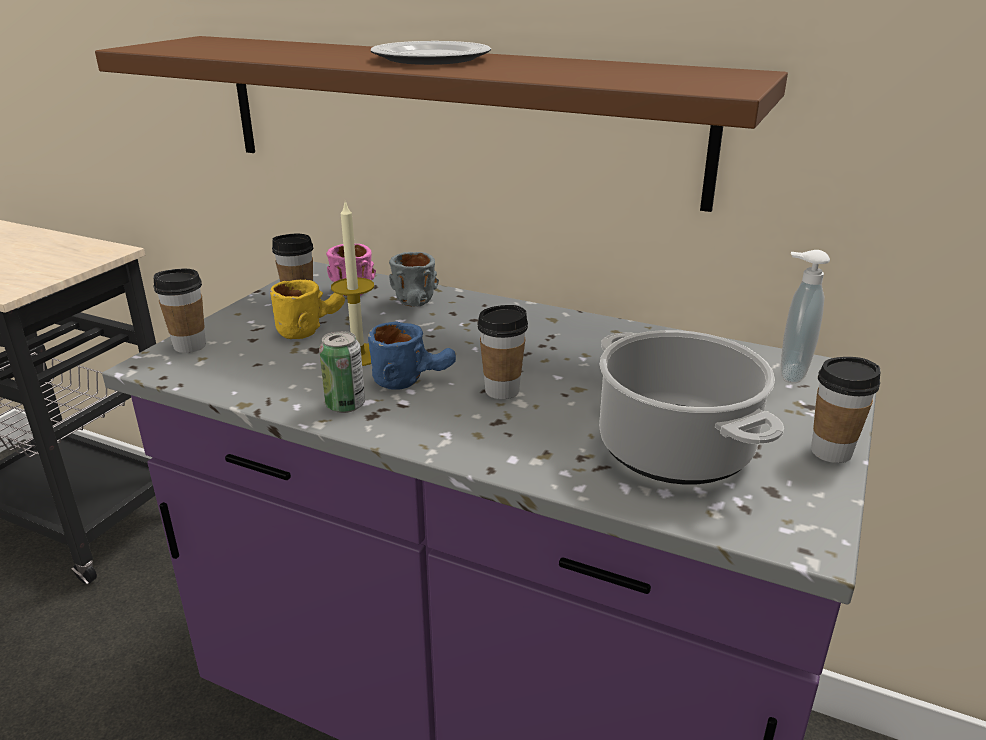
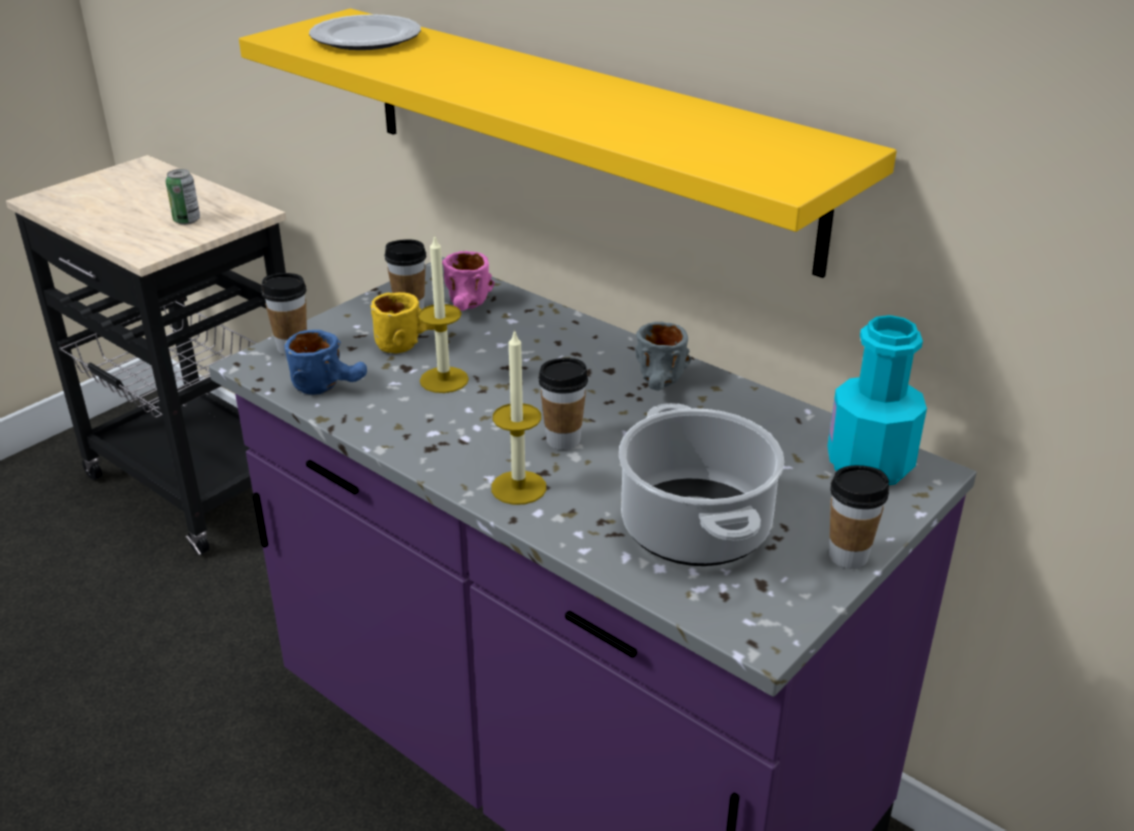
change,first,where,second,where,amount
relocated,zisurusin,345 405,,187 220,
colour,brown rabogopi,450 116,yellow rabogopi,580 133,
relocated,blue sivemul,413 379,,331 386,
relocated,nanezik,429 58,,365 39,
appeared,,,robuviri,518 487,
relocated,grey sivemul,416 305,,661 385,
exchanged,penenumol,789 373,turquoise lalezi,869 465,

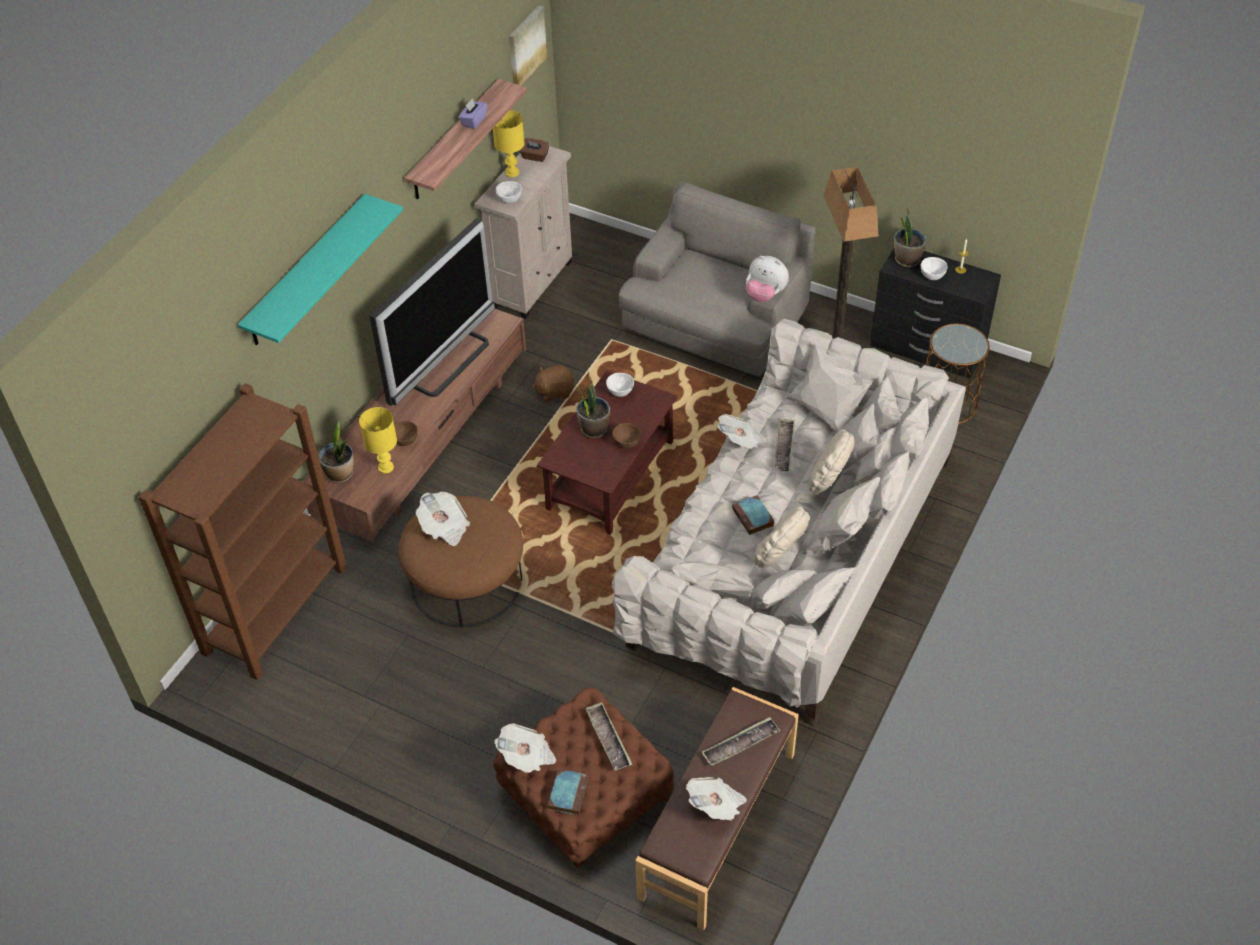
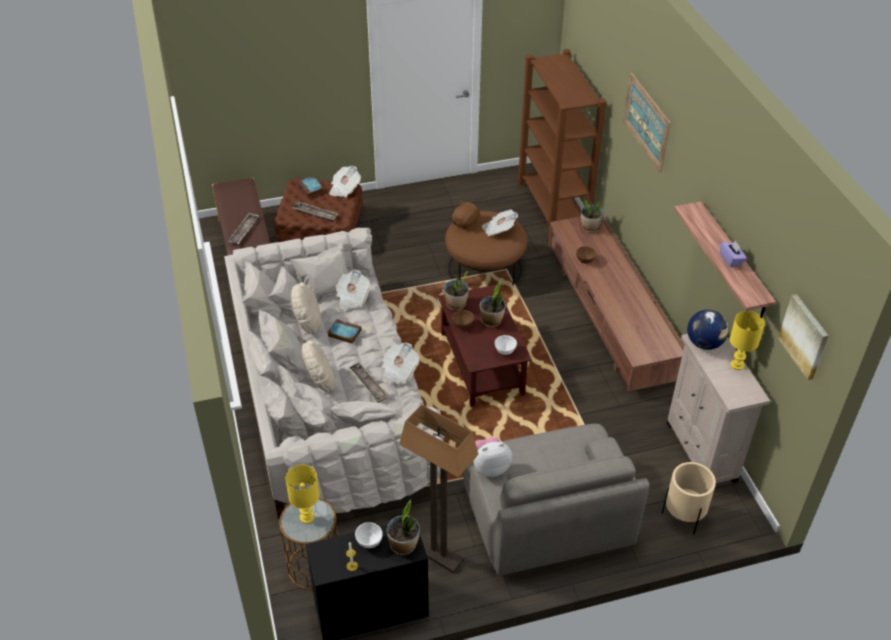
change,first,where,second,where,amount
relocated,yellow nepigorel,386 467,,307 518,
relocated,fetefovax,716 805,,352 298,
appeared,,,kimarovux,456 304,
relocated,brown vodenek,554 391,,466 223,
exchanged,turquoise rabogopi,306 271,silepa,646 121,
appeared,,,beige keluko,683 517,
exchanged,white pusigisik,509 200,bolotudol,704 343,
missing,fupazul,447 362,,,
missing,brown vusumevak,534 157,,,

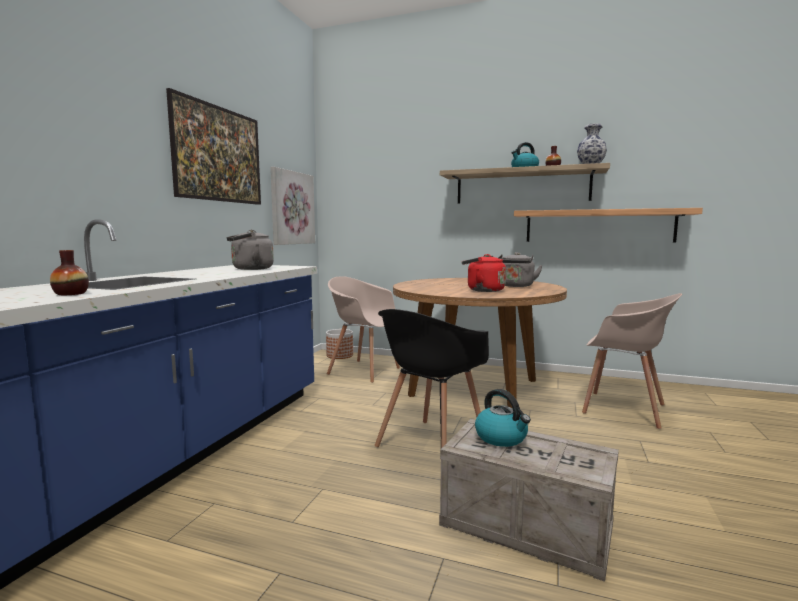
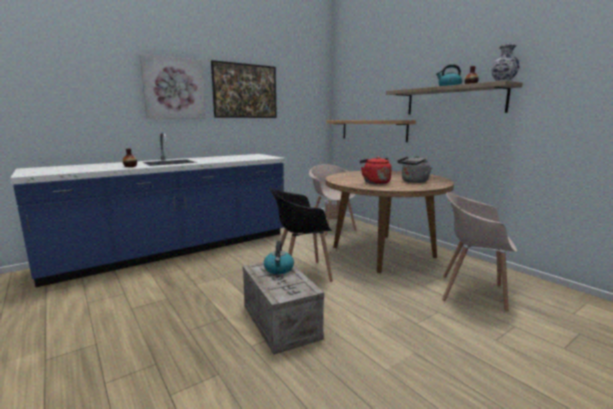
change,first,where,second,where,amount
relocated,silepa,292 208,,174 88,
relocated,rabogopi,598 226,,373 130,
spun,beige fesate,625 409,,471 292,135 degrees clockwise
missing,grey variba,250 269,,,

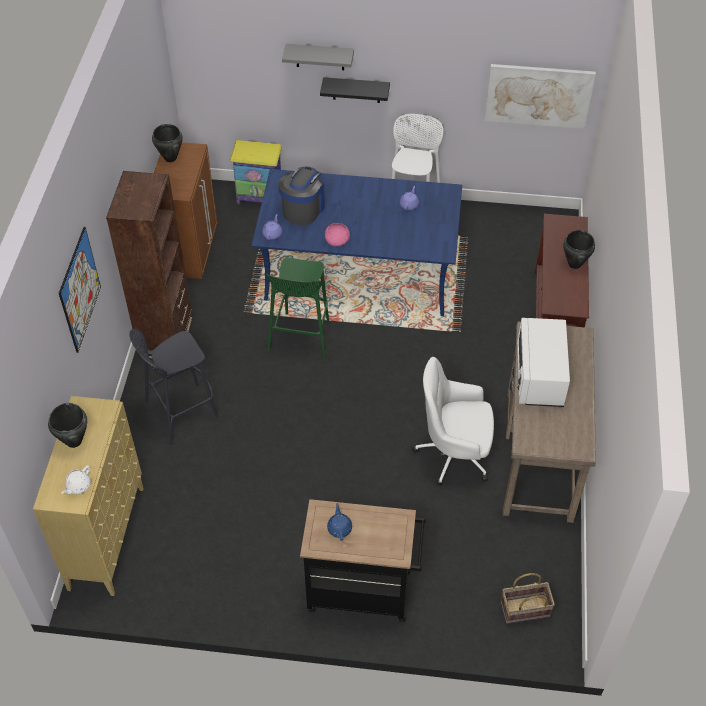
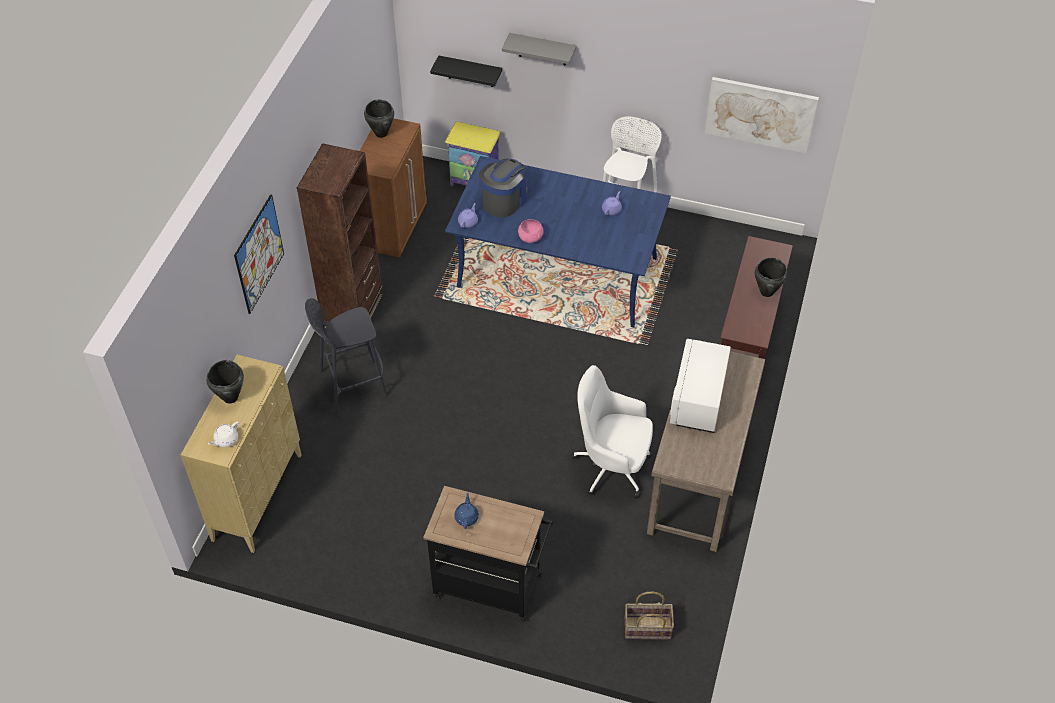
change,first,where,second,where,amount
relocated,black rabogopi,356 90,,470 71,
missing,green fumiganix,301 337,,,

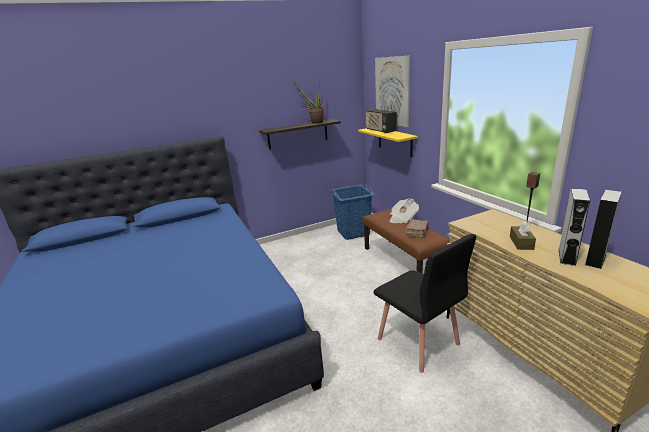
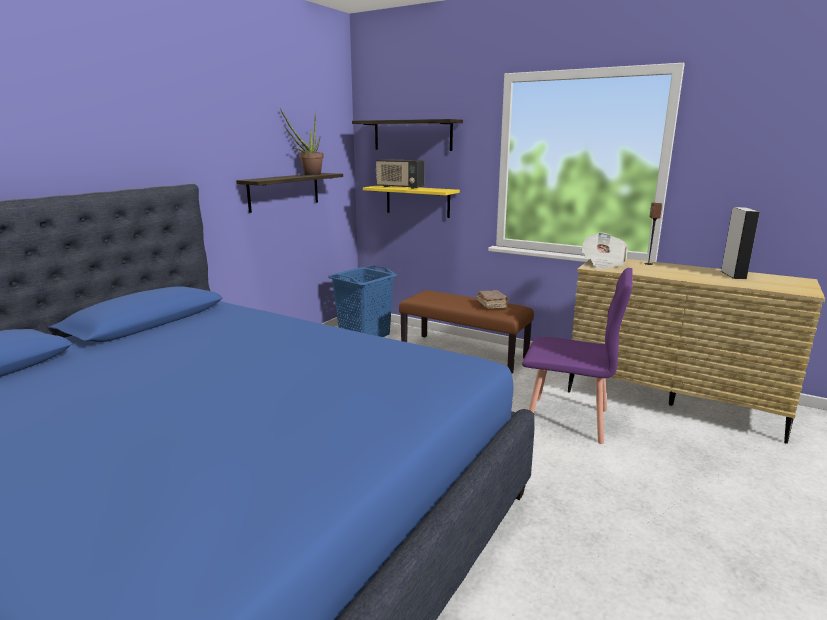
change,first,where,second,where,amount
exchanged,silepa,392 91,rabogopi,412 135,
colour,black fesate,418 342,purple fesate,568 420,
relocated,fetefovax,402 218,,602 263,
missing,brown vusumevak,521 243,,,
missing,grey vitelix,567 256,,,

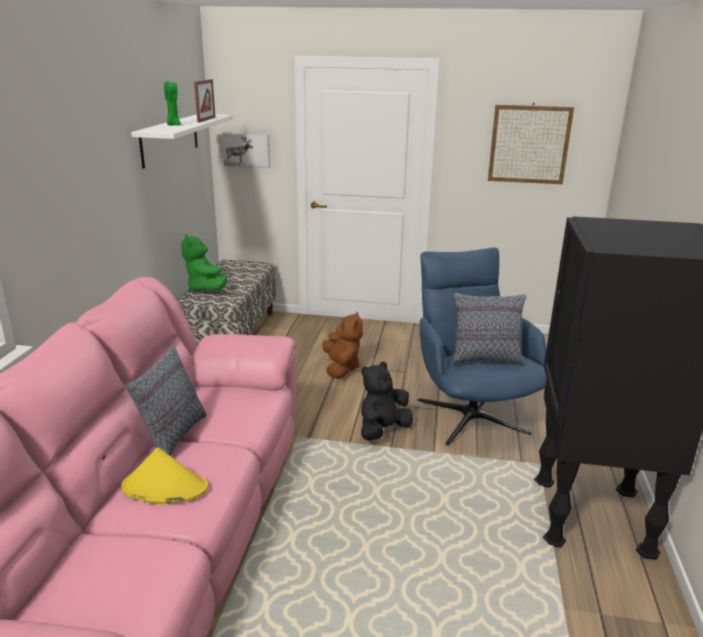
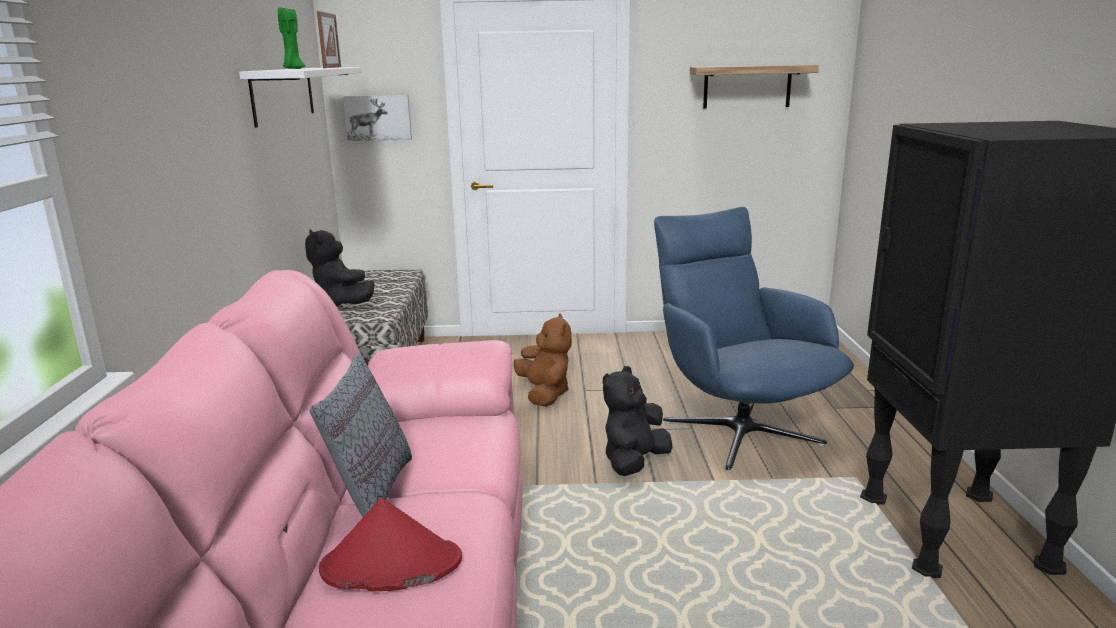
change,first,where,second,where,amount
colour,green vodenek,205 289,black vodenek,341 304,
colour,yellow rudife,164 487,red rudife,390 565,
exchanged,silepa,529 143,rabogopi,747 86,
missing,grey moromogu,485 360,,,

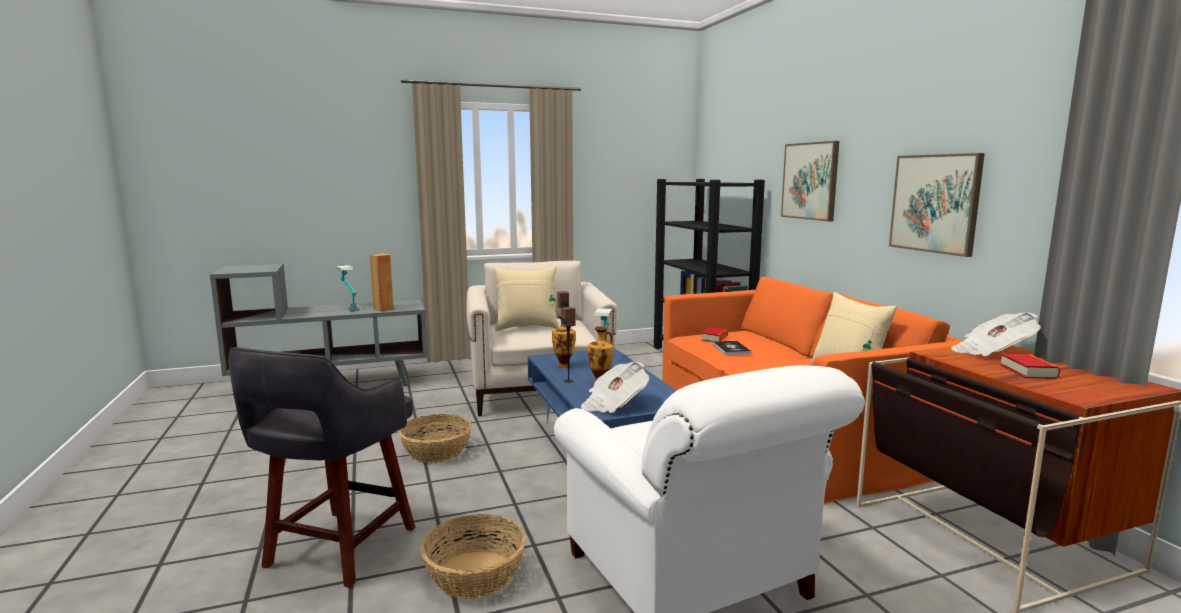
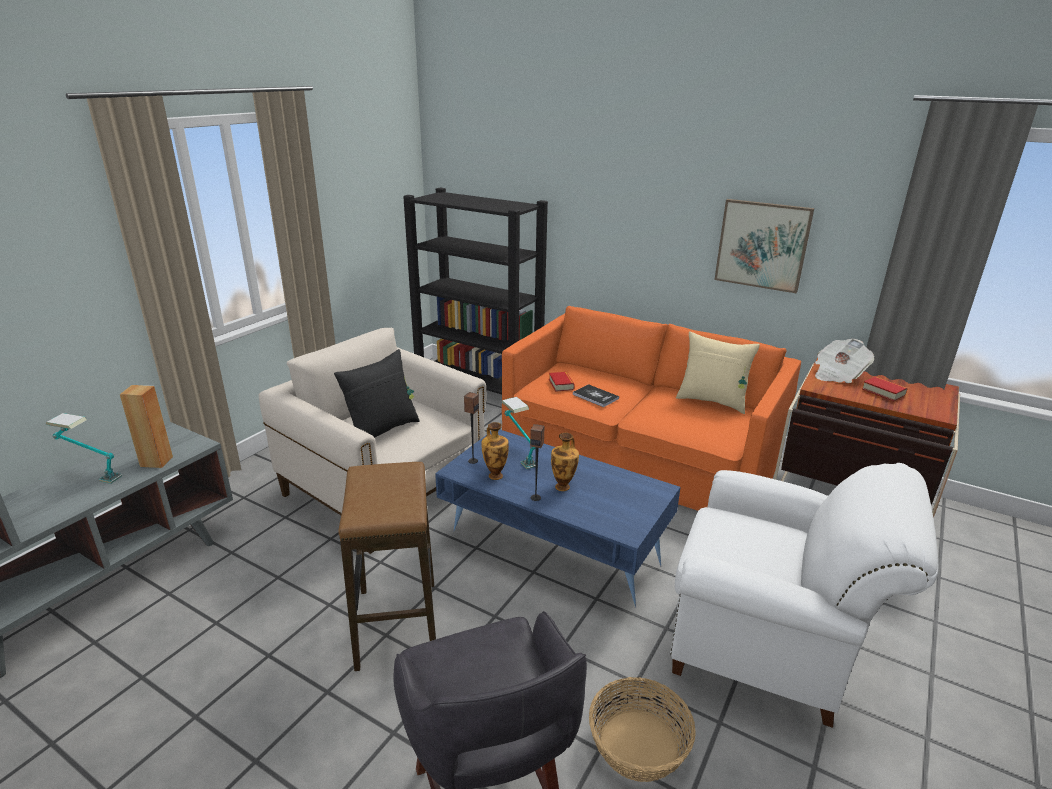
change,first,where,second,where,amount
colour,beige moromogu,526 328,black moromogu,382 431,
exchanged,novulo,437 451,fumiganix,397 625,
missing,fetefovax,614 404,,,
missing,silepa,810 181,,,

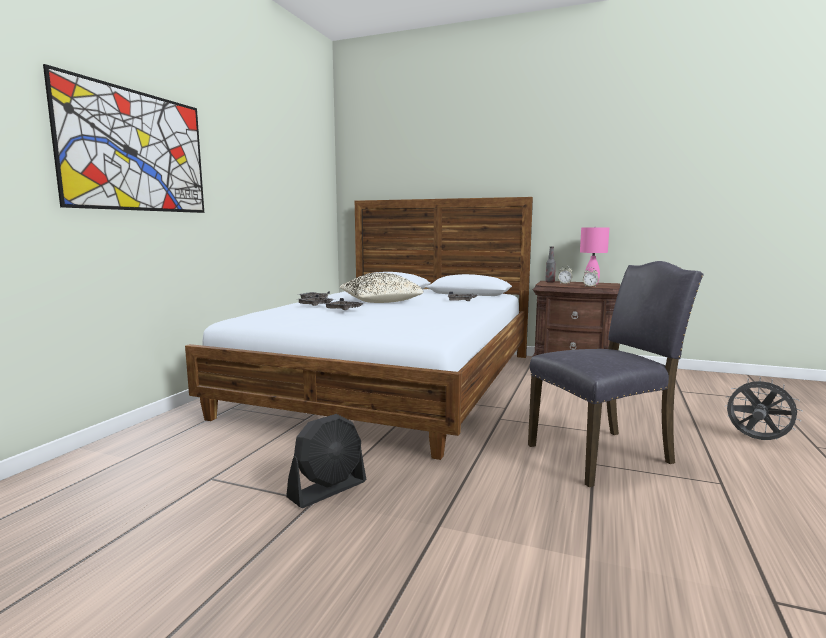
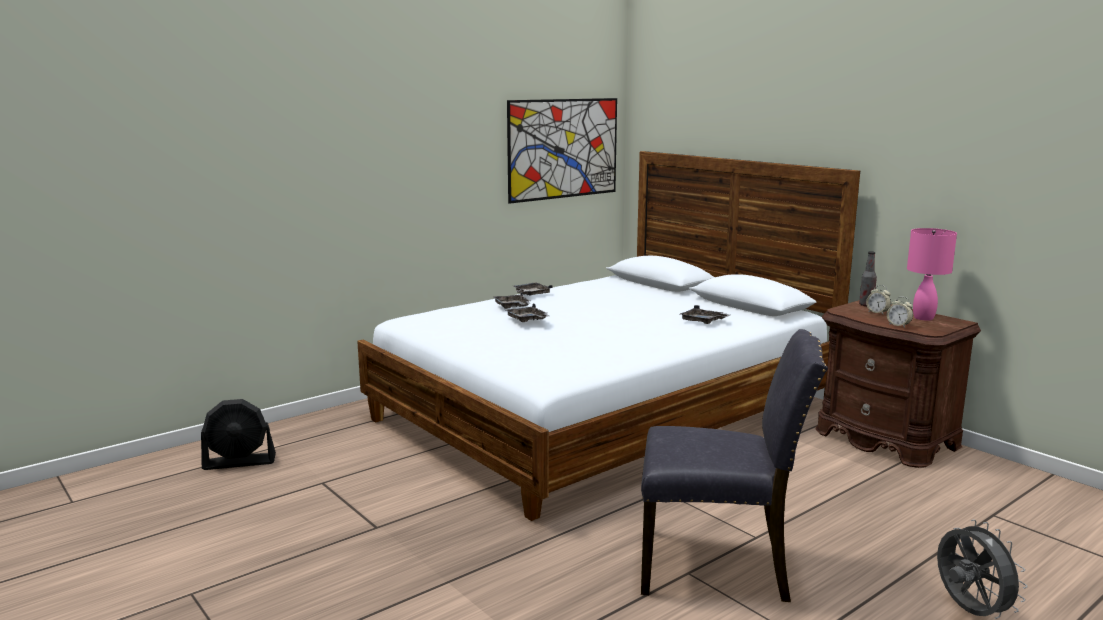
change,first,where,second,where,amount
relocated,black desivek,328 489,,239 462,
relocated,silepa,136 151,,564 148,
missing,beige moromogu,381 300,,,

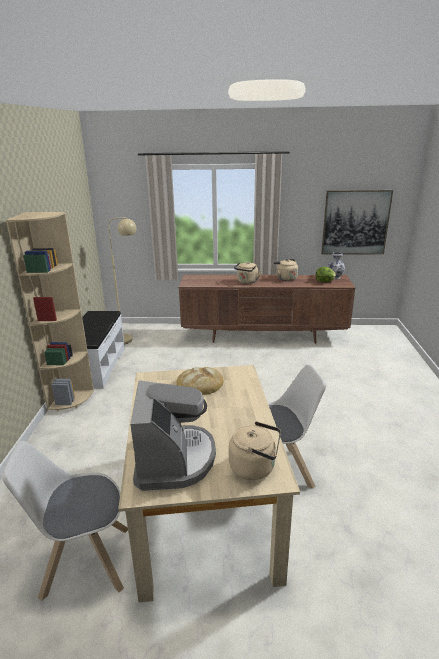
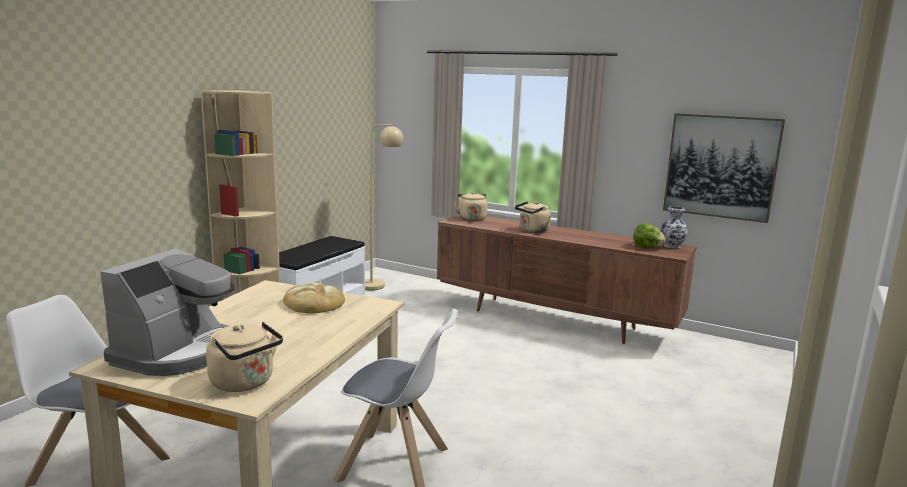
change,first,where,second,where,amount
relocated,beige variba,285 278,,471 218,

